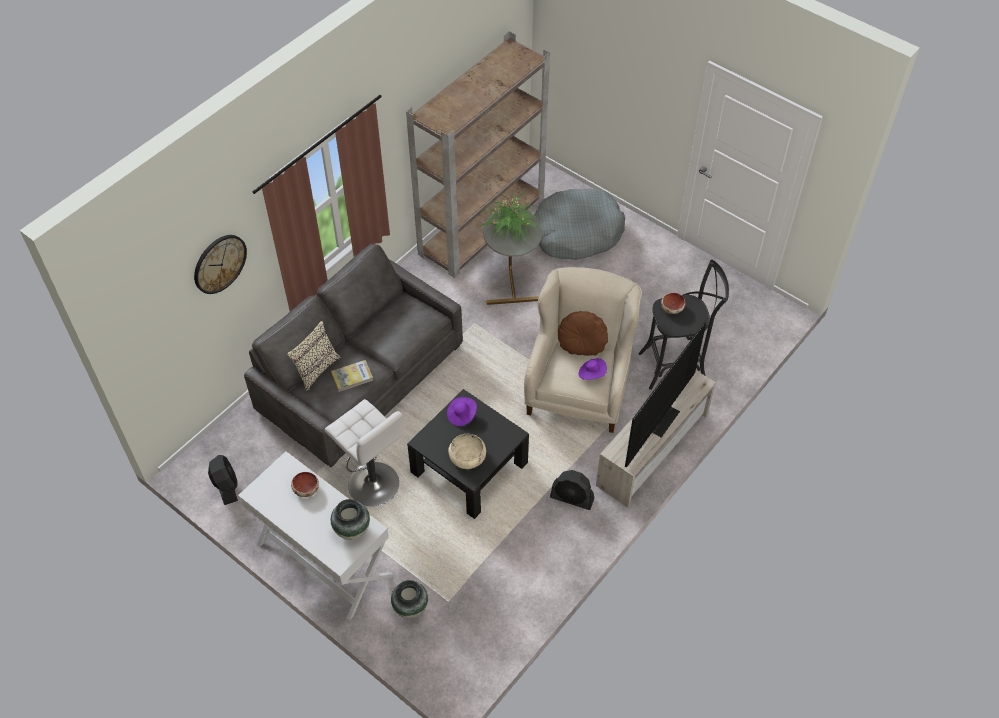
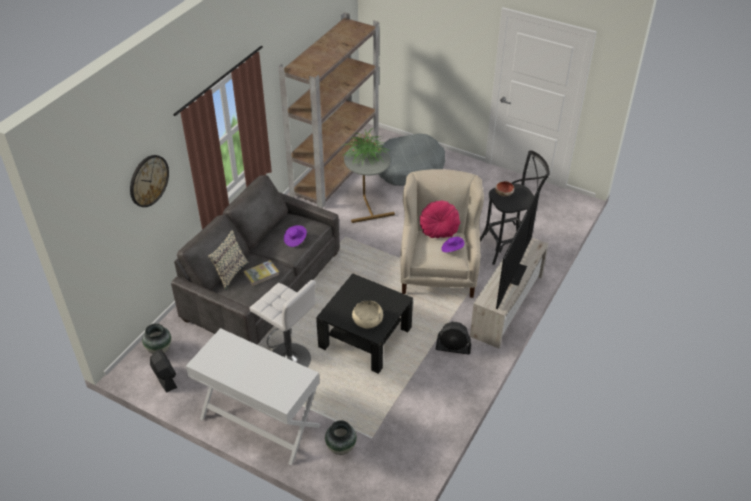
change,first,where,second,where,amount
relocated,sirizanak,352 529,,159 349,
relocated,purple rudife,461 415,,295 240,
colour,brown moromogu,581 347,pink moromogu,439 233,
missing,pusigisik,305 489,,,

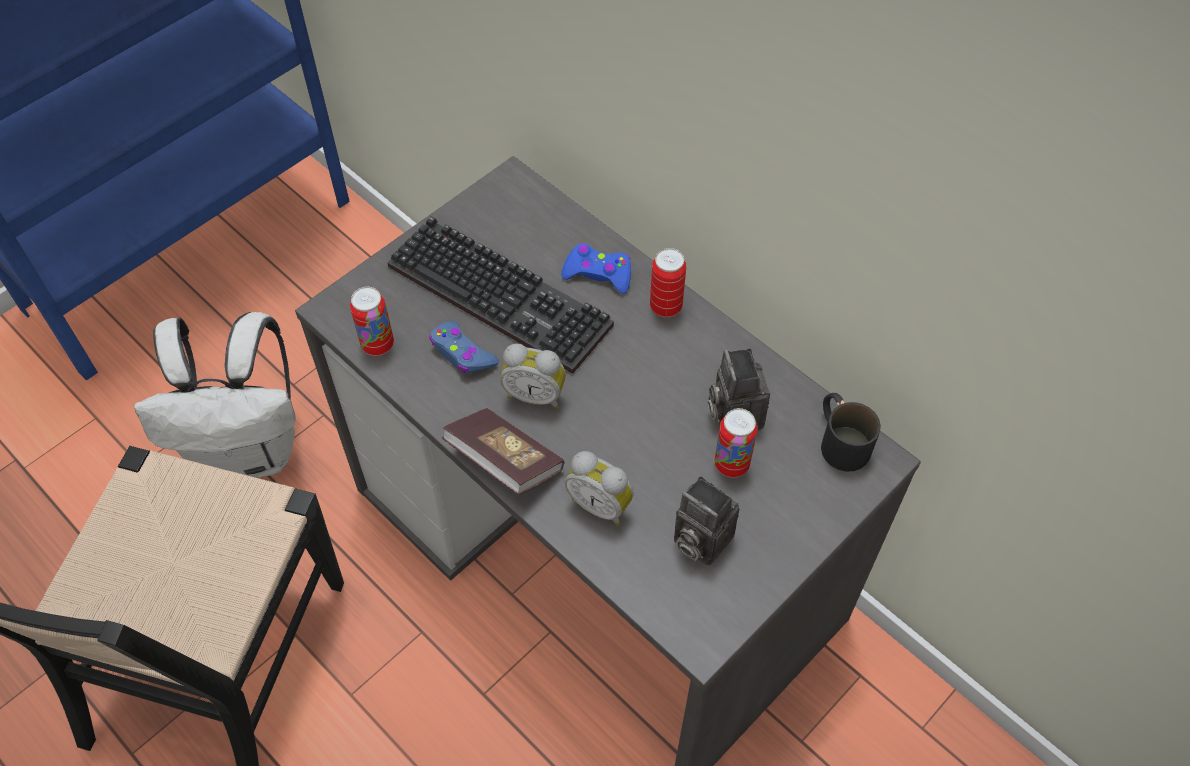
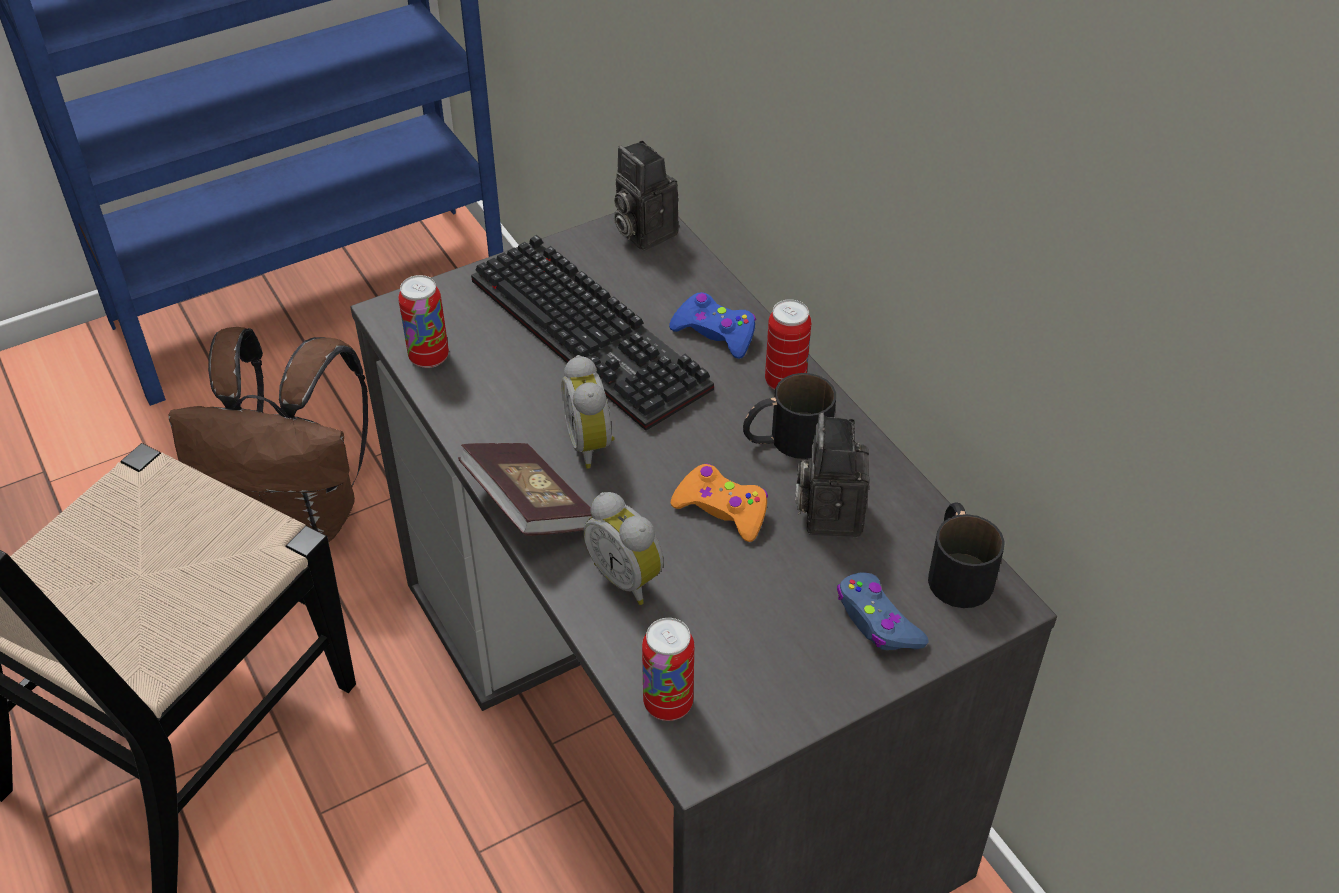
change,first,where,second,where,amount
colour,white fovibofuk,250 450,brown fovibofuk,301 516,
spun,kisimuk,535 394,,592 444,45 degrees clockwise
relocated,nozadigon,698 539,,642 232,
relocated,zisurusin,731 464,,668 703,
appeared,,,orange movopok,722 509,
appeared,,,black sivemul,786 439,
relocated,blue movopok,462 354,,877 621,

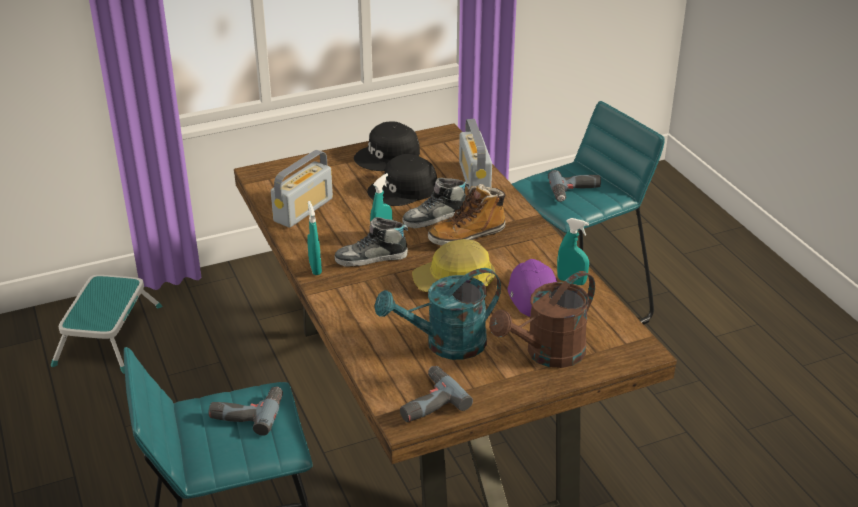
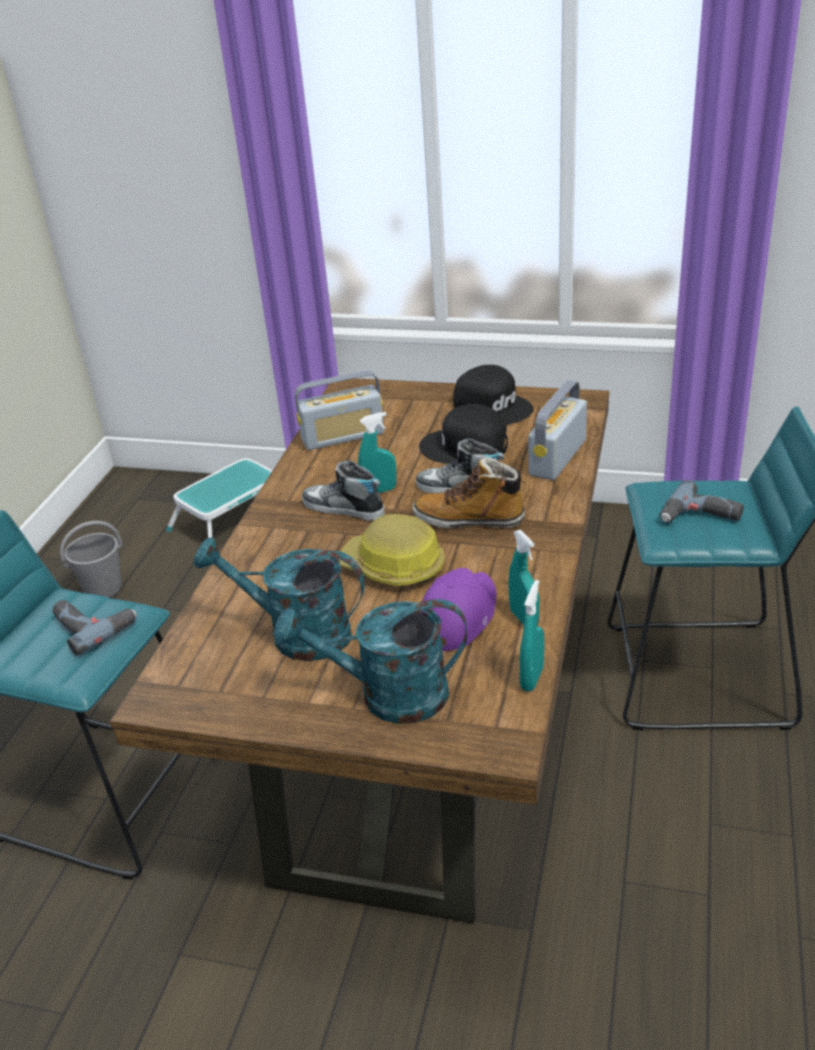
change,first,where,second,where,amount
appeared,,,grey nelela,102 588,
colour,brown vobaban,547 354,turquoise vobaban,387 696,
spun,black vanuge,388 156,,493 406,135 degrees counterclockwise
relocated,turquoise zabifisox,315 268,,532 678,
missing,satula,427 401,,,

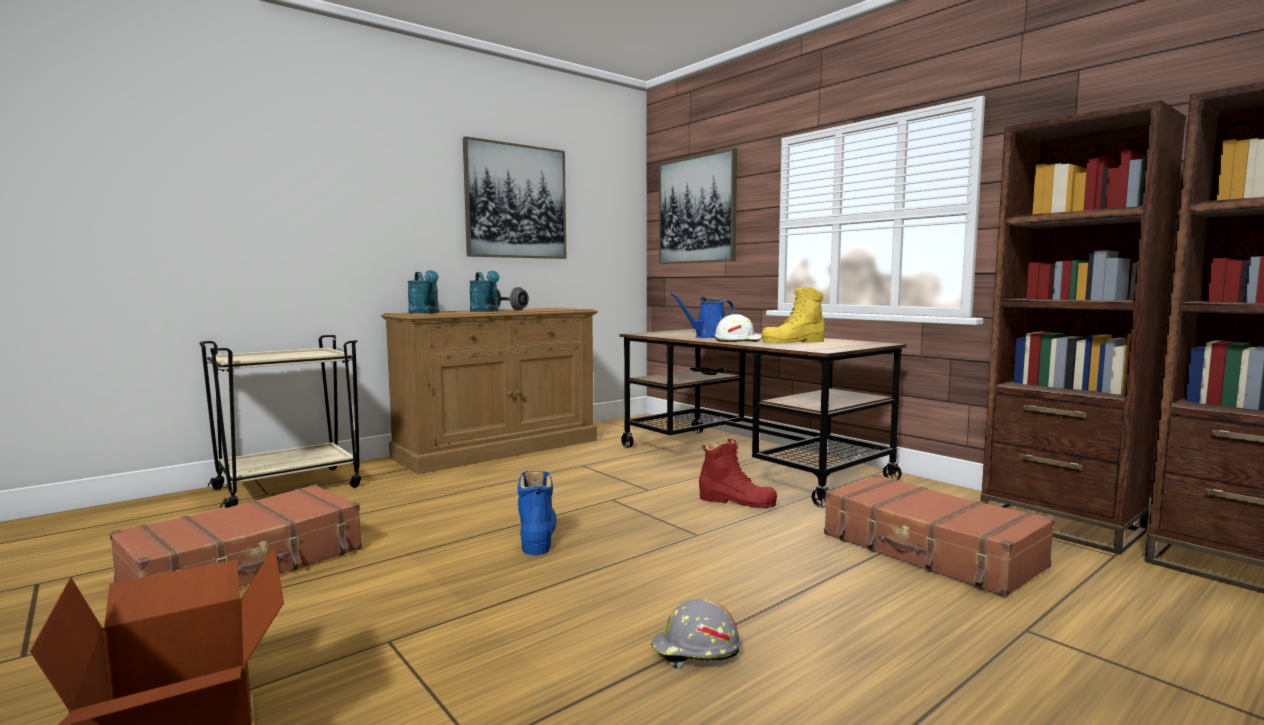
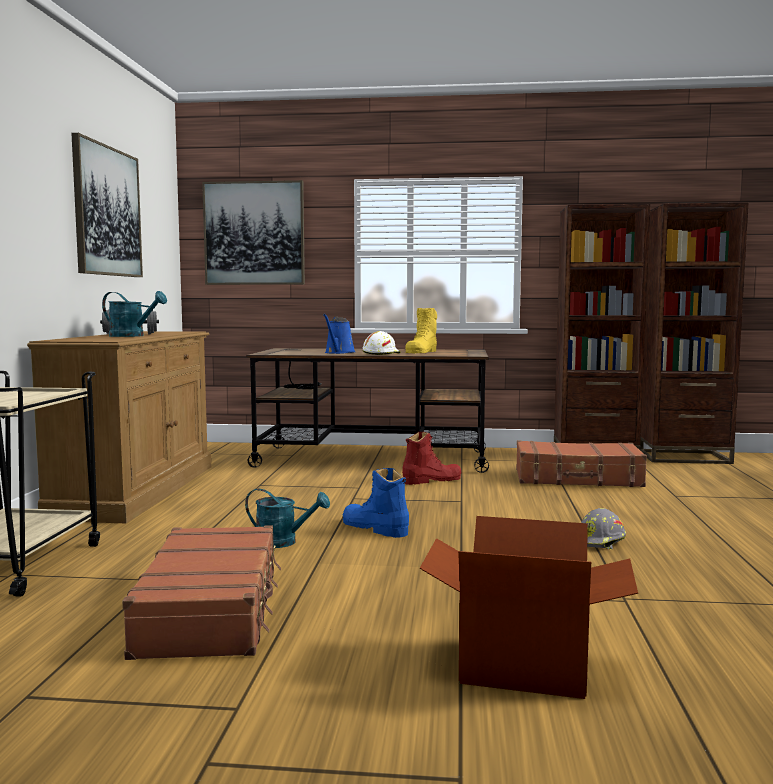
change,first,where,second,where,amount
relocated,turquoise vobaban,425 313,,283 542,

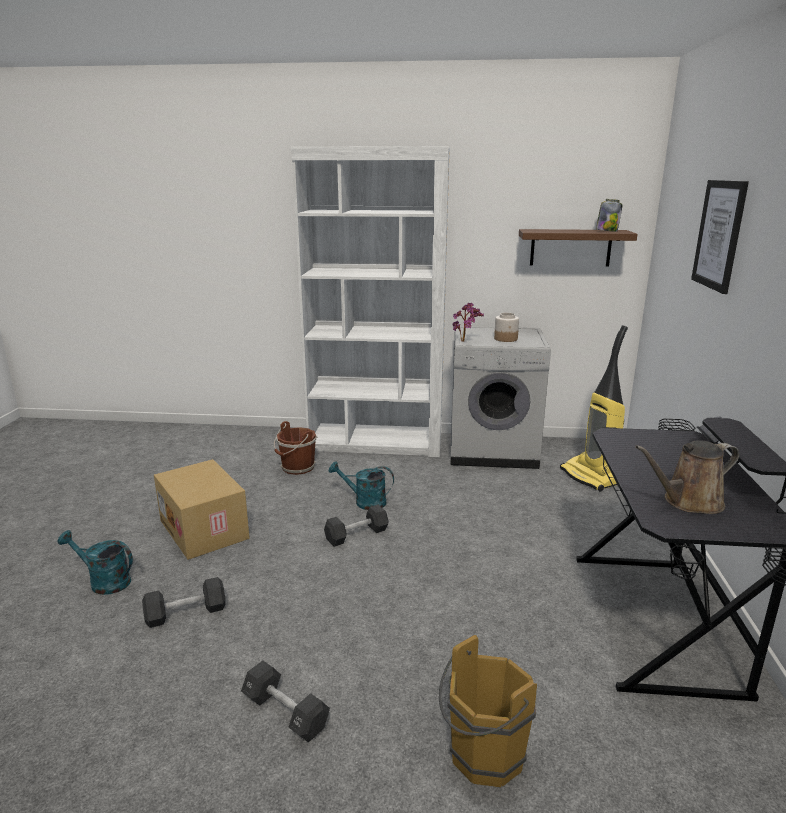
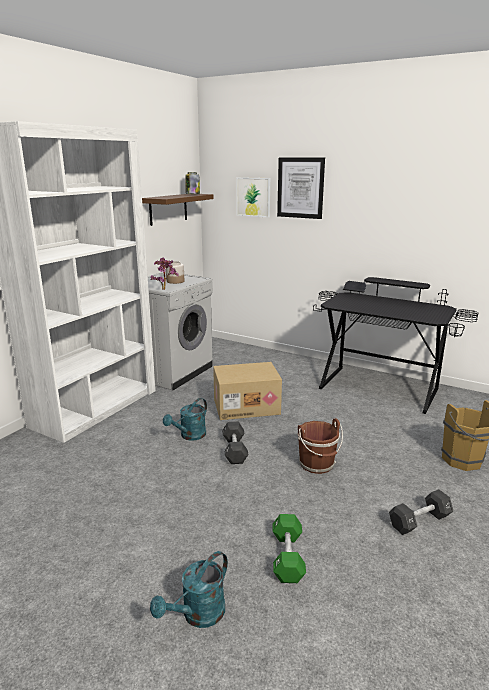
change,first,where,second,where,amount
relocated,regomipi,205 529,,246 406,
appeared,,,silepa,253 197,
colour,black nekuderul,186 613,green nekuderul,287 557,
relocated,brown nelela,297 468,,317 464,
missing,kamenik,591 477,,,
missing,brown vobaban,688 502,,,

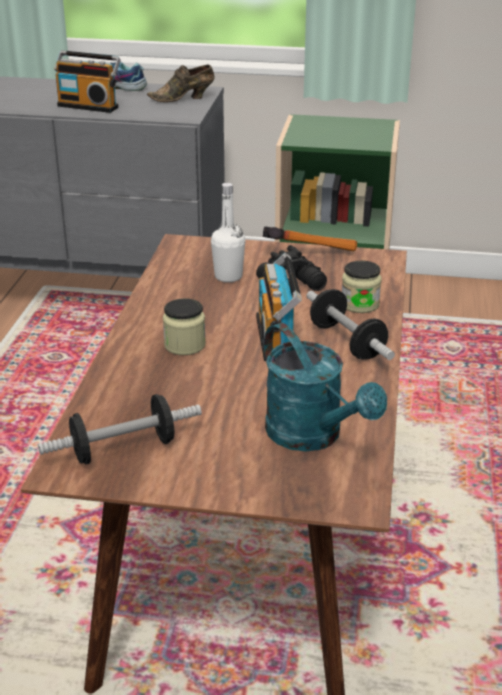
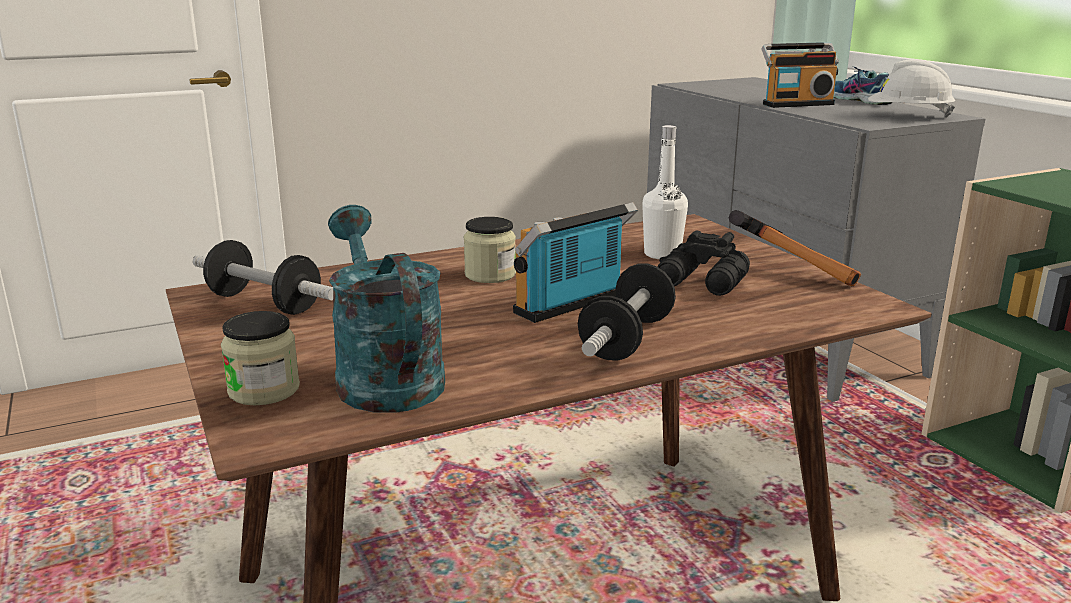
change,first,where,second,where,amount
relocated,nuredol,360 304,,264 390,
spun,turquoise vobaban,313 436,,384 376,135 degrees clockwise
spun,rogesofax,89 106,,796 104,90 degrees counterclockwise
exchanged,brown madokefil,184 99,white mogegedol,908 116,

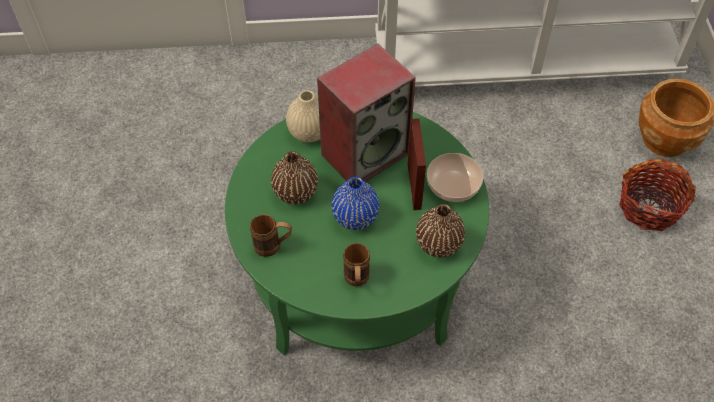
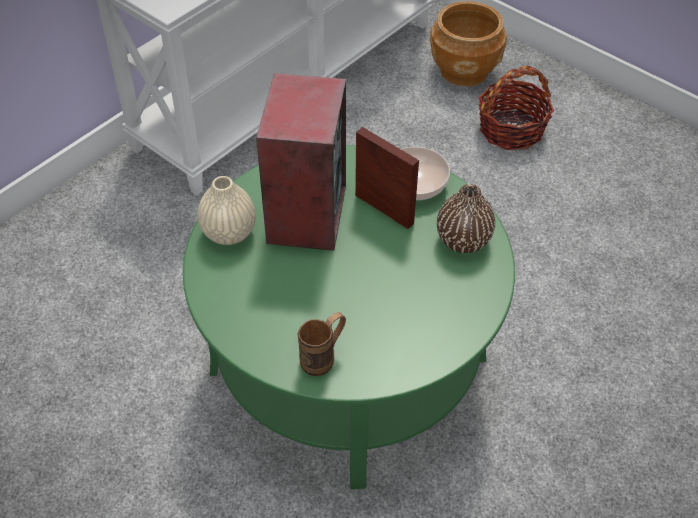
change,first,where,second,where,amount
missing,brown sirizanak,295 192,,,
missing,blue sirizanak,355 217,,,
missing,brown sivemul,356 281,,,

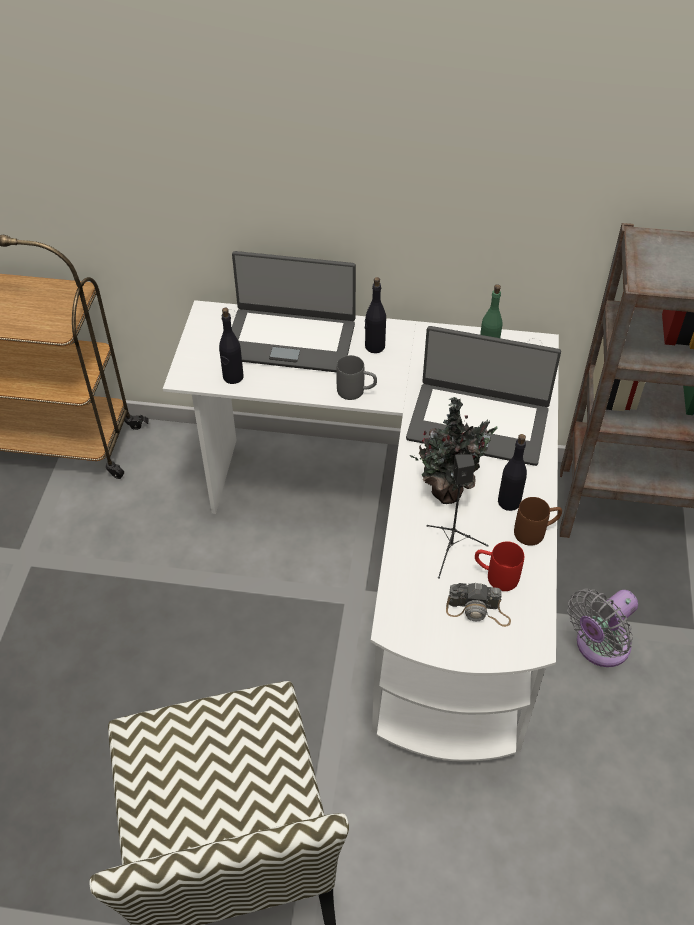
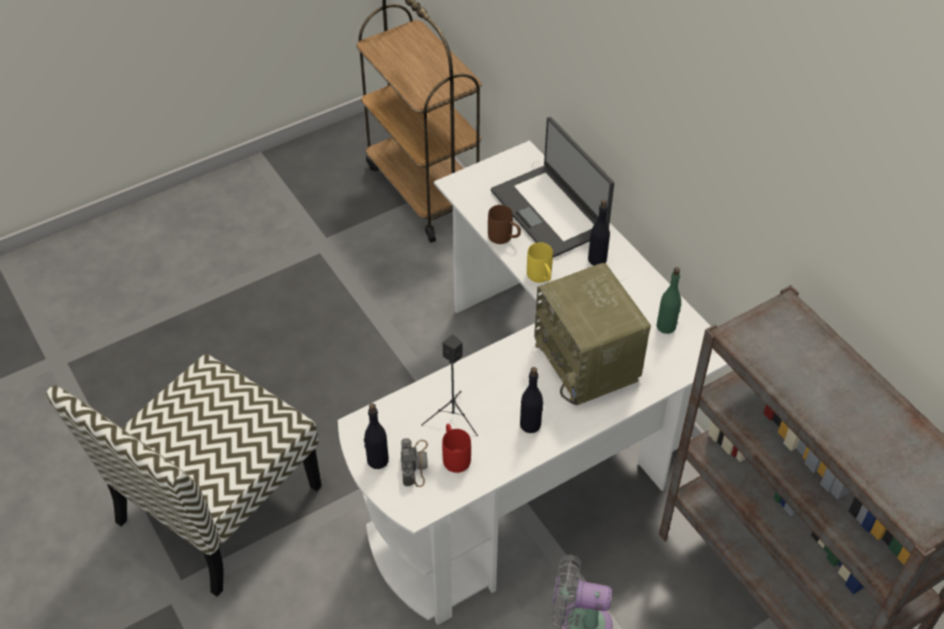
change,first,where,second,where,amount
relocated,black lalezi,233 377,,377 460,
spun,nozadigon,478 610,,415 463,150 degrees counterclockwise
relocated,brown sivemul,536 532,,504 238,
colour,grey sivemul,356 392,yellow sivemul,541 278,
exchanged,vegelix,478 422,rogesofax,588 362,
missing,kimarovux,448 490,,,

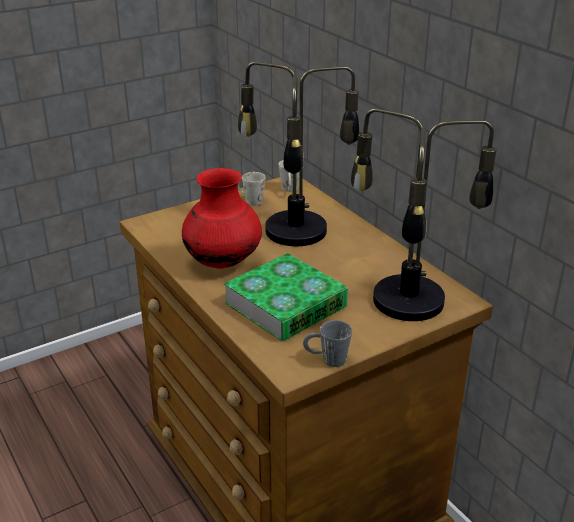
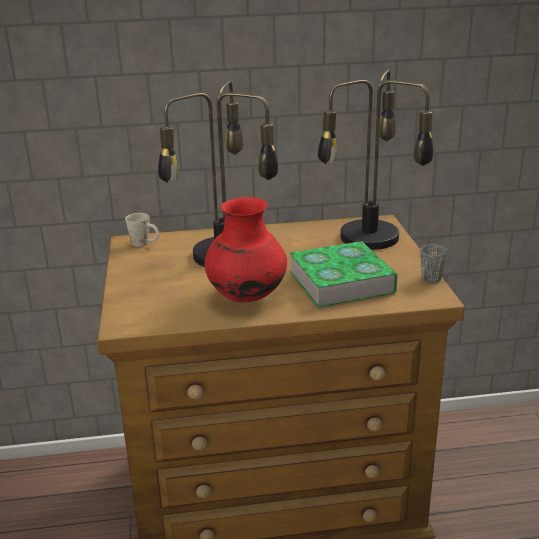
change,first,where,second,where,amount
missing,white sivemul,249 200,,,

